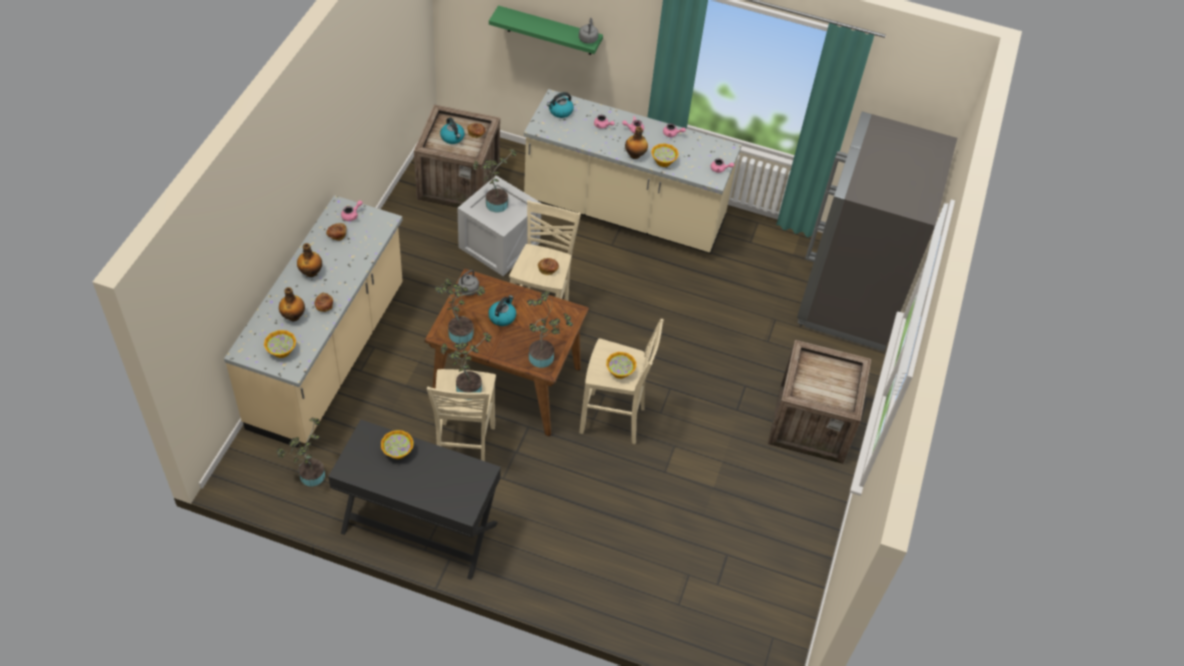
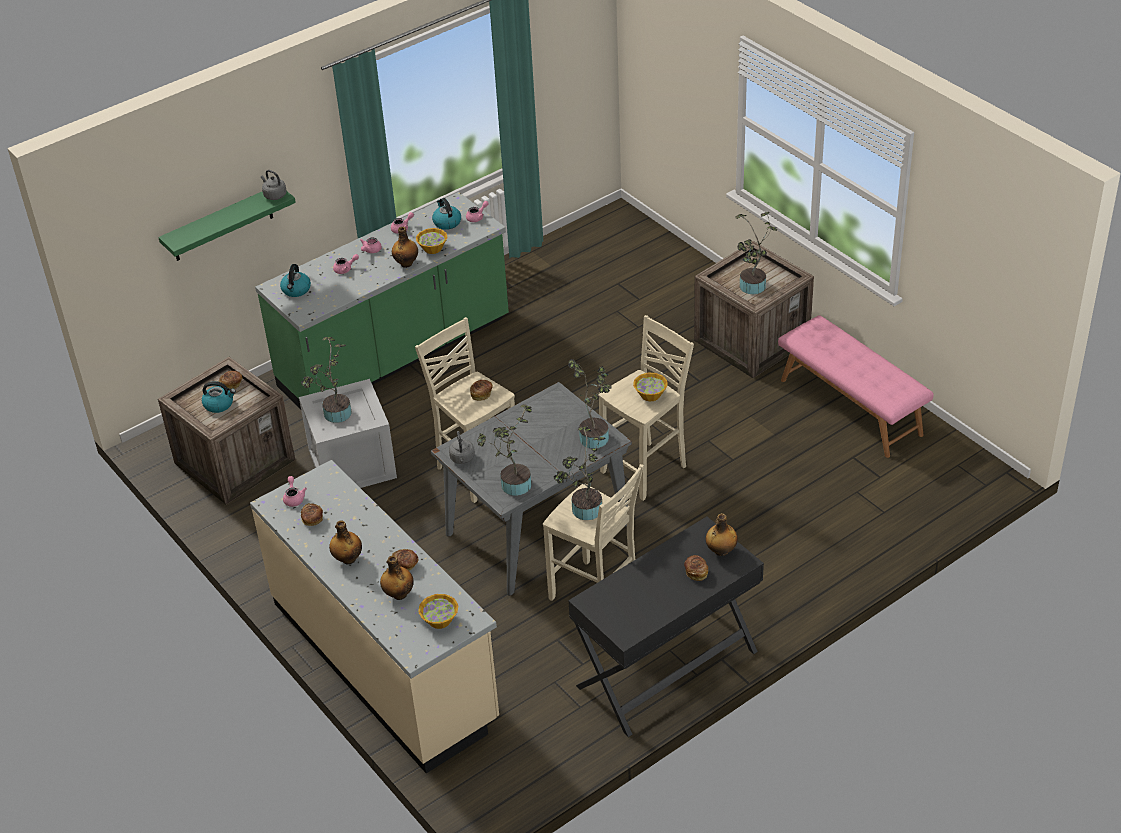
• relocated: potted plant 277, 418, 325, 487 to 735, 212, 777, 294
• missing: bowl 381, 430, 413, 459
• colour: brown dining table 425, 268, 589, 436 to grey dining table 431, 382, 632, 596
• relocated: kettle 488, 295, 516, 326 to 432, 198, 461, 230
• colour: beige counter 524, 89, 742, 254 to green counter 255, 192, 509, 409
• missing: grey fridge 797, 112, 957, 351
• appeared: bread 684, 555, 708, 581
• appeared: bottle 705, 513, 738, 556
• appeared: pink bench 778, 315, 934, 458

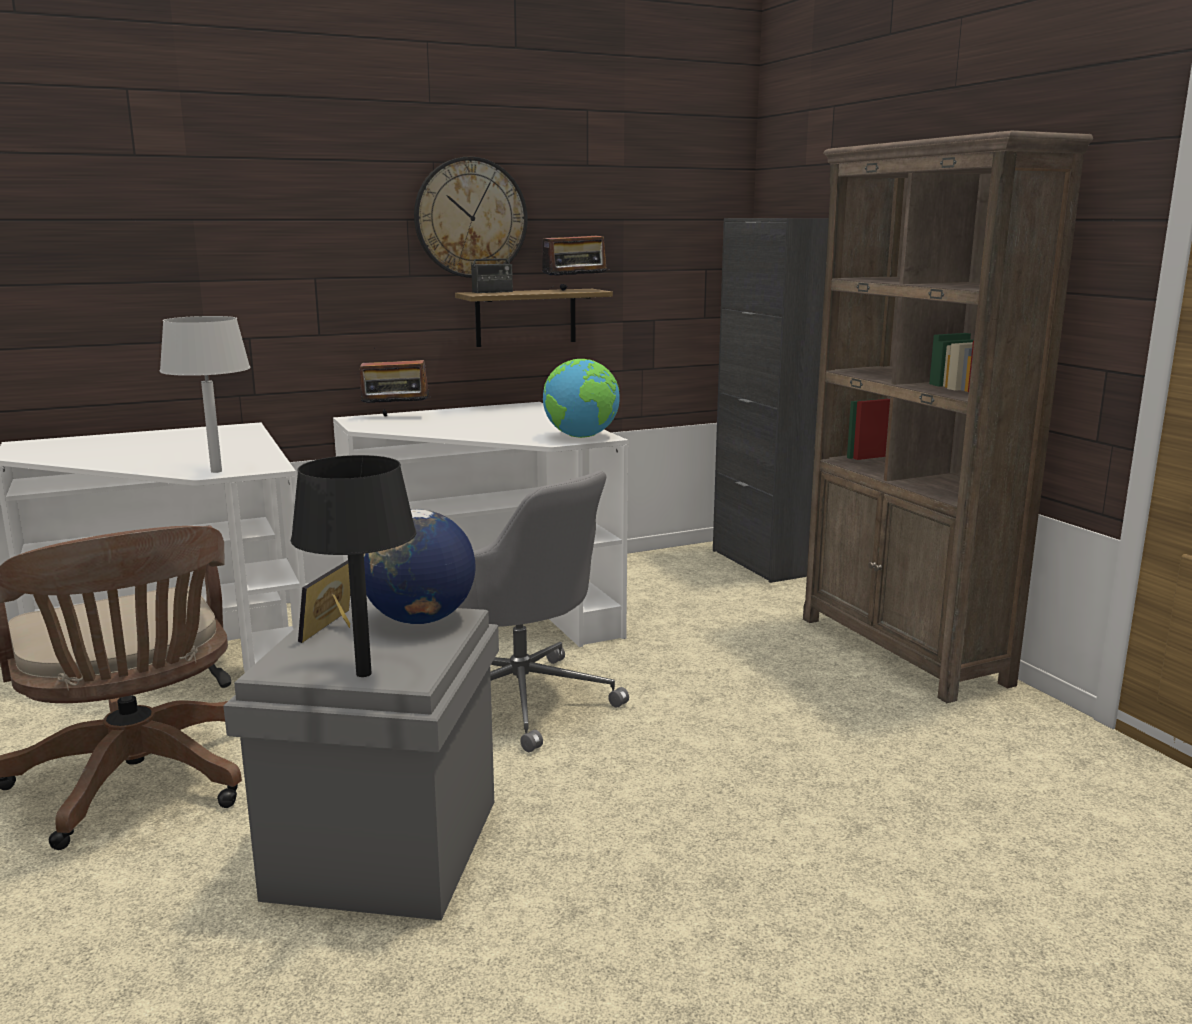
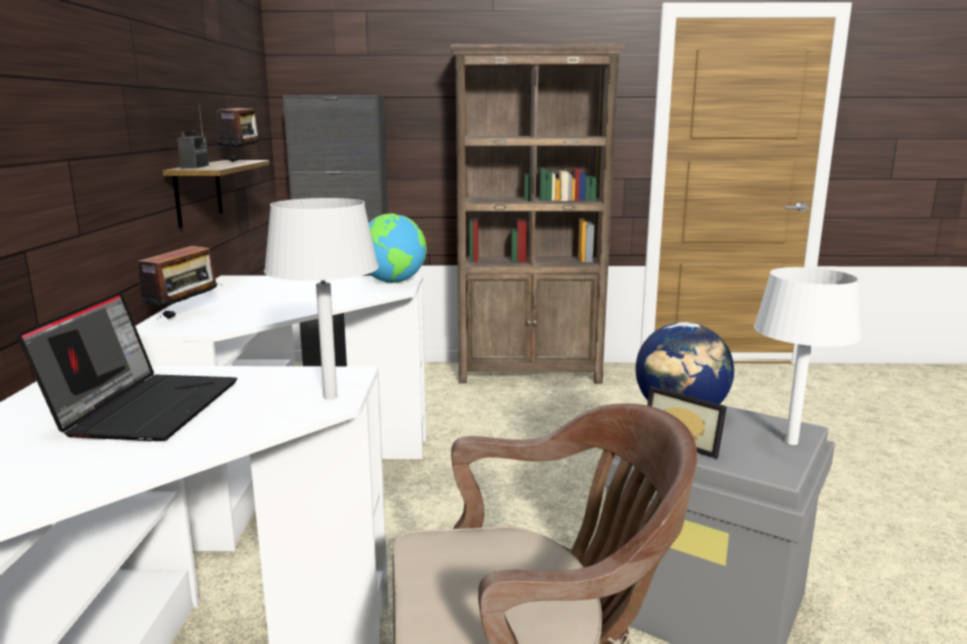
• colour: black table lamp 291, 455, 416, 677 to white table lamp 754, 267, 861, 445
• missing: wall clock 414, 157, 528, 278
• missing: grey office chair 458, 471, 629, 752
• appeared: laptop 17, 292, 237, 441

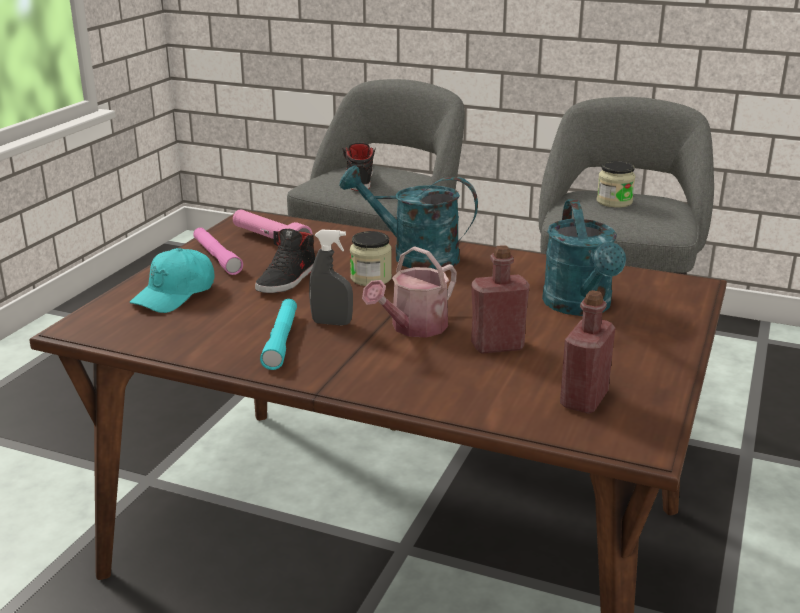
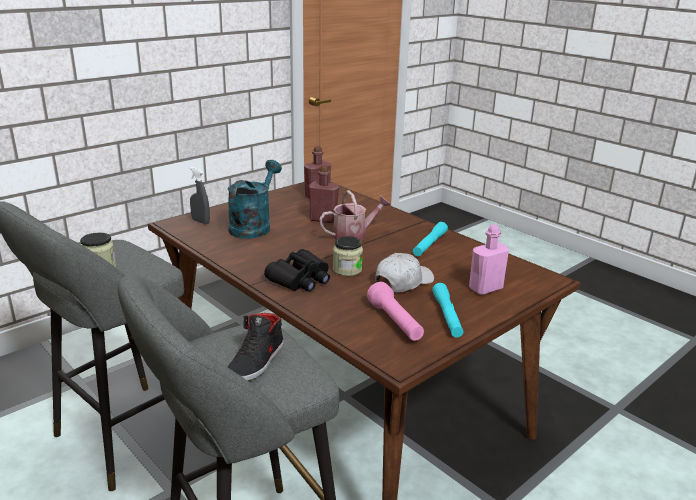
• exchanged: turquoise cap 130, 248, 214, 313 to pink bottle 469, 225, 509, 295
• colour: pink flashlight 193, 227, 243, 275 to turquoise flashlight 432, 283, 464, 337
• exchanged: black shoe 255, 229, 315, 293 to white cap 375, 253, 434, 293
• relocated: grey spray bottle 309, 230, 353, 326 to 190, 167, 210, 225
• exchanged: turquoise watering can 339, 165, 478, 270 to black binoculars 264, 249, 330, 292

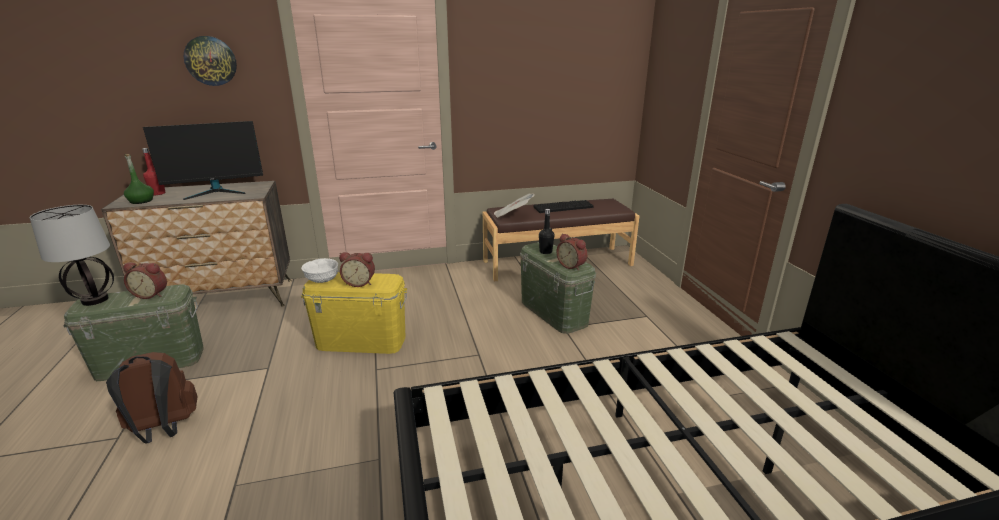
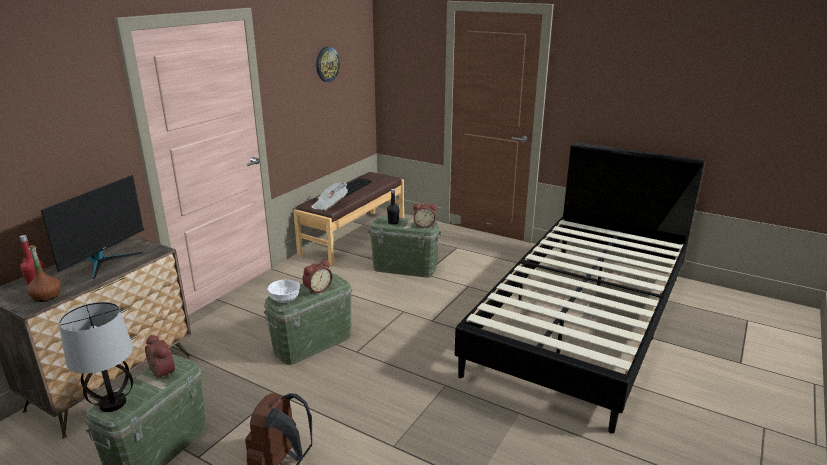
• spun: alarm clock 123, 262, 167, 299 = 145, 334, 175, 379 90 degrees counterclockwise
• colour: green bottle 124, 154, 154, 204 to brown bottle 26, 245, 61, 302
• relocated: wall clock 184, 36, 237, 86 to 316, 47, 340, 82
• colour: yellow storage box 301, 272, 407, 354 to green storage box 263, 274, 352, 365

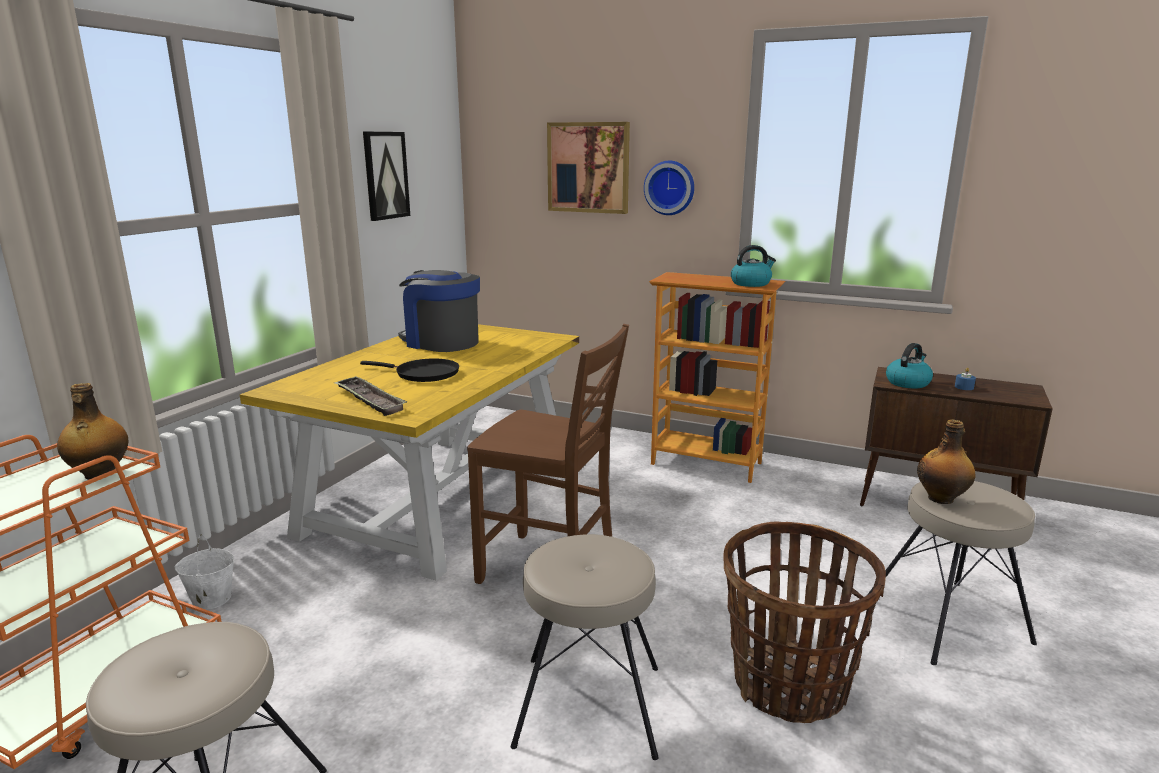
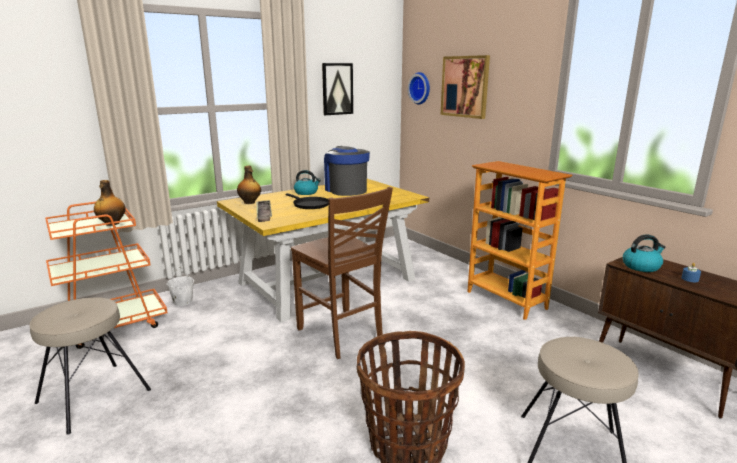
• missing: beige stool 511, 534, 658, 760
• relocated: wall clock 644, 161, 694, 215 to 408, 72, 430, 105
• relocated: kettle 731, 245, 776, 287 to 294, 170, 321, 195
• relocated: bottle 917, 420, 976, 504 to 237, 166, 261, 204

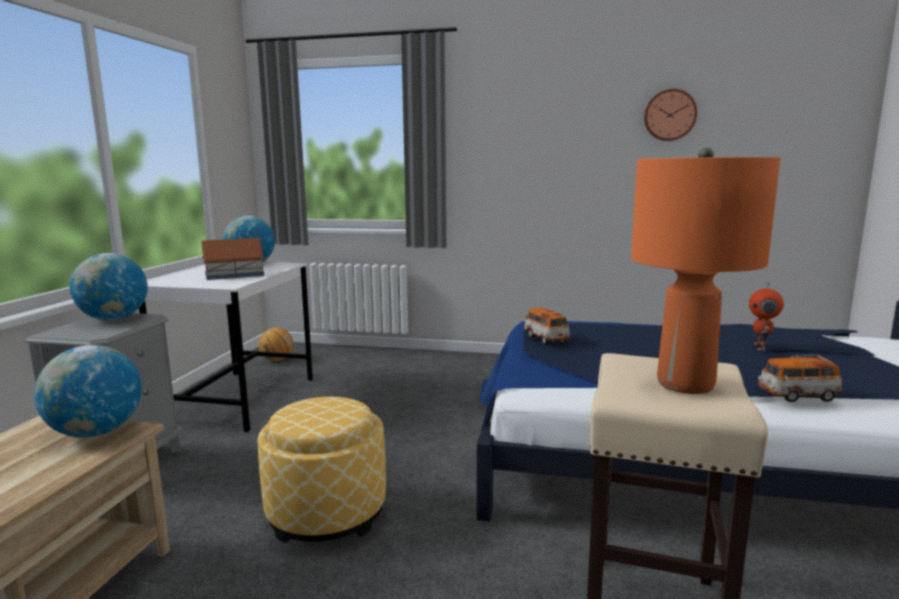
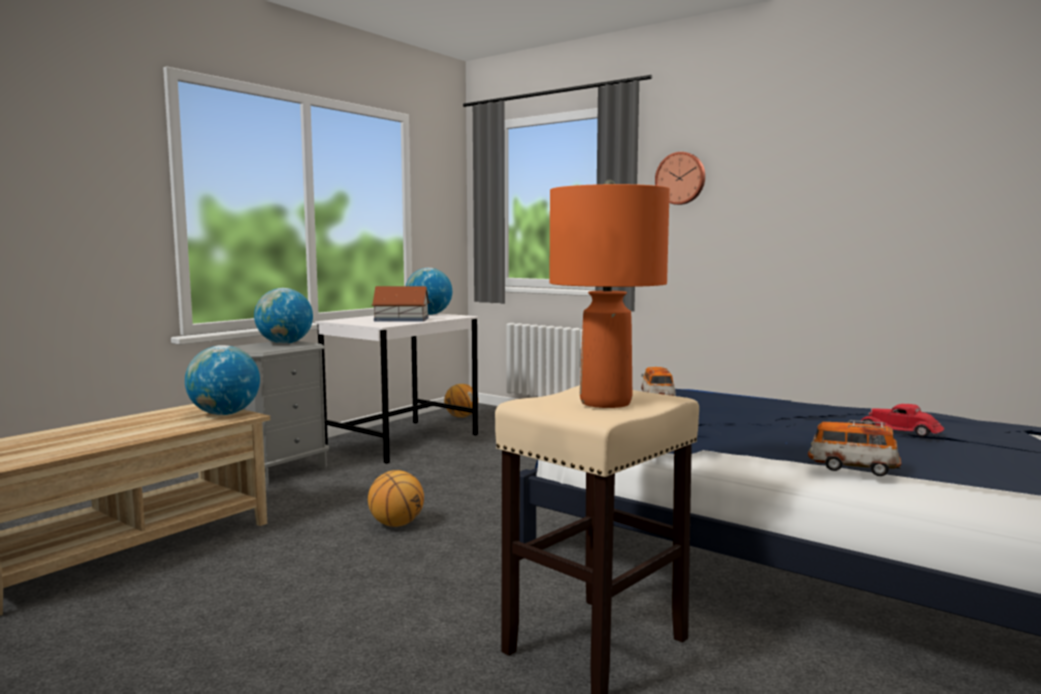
• exchanged: ottoman 257, 397, 386, 543 to basketball 368, 470, 424, 527
• relocated: wall clock 644, 89, 697, 141 to 655, 152, 705, 205
• exchanged: toy robot 749, 281, 784, 351 to red toy car 861, 404, 945, 437

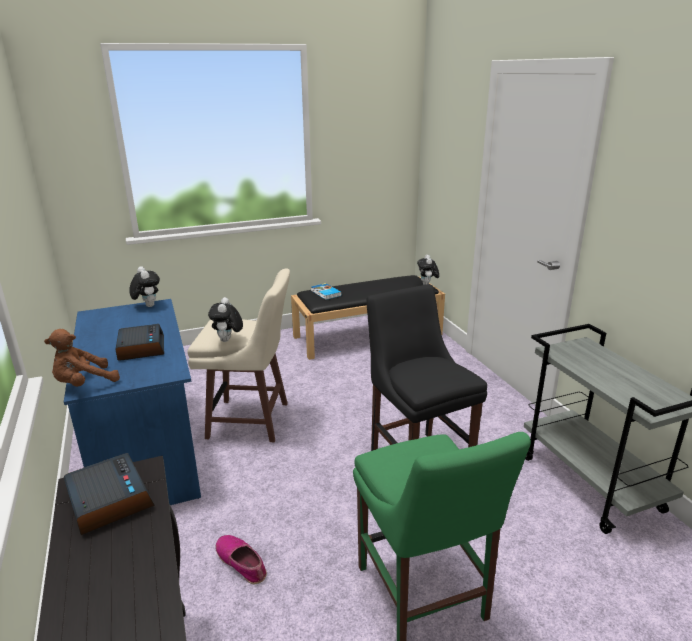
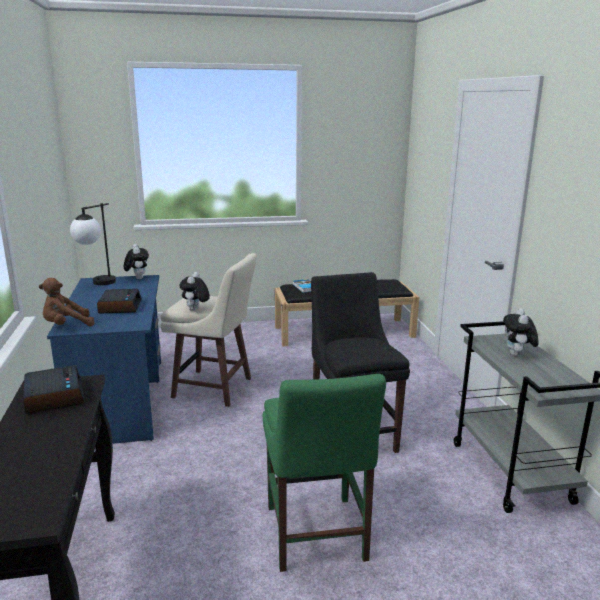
• missing: shoe 216, 535, 267, 585
• relocated: plush toy 417, 255, 439, 285 to 503, 308, 539, 356
• appeared: table lamp 70, 203, 116, 285

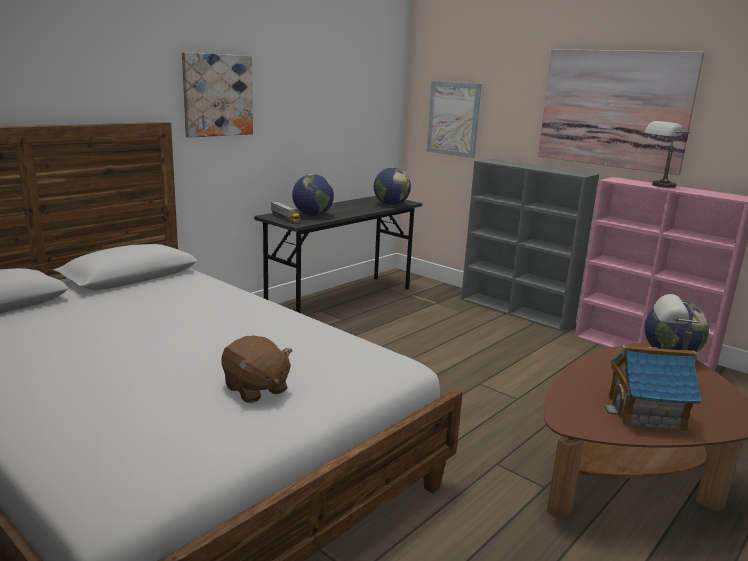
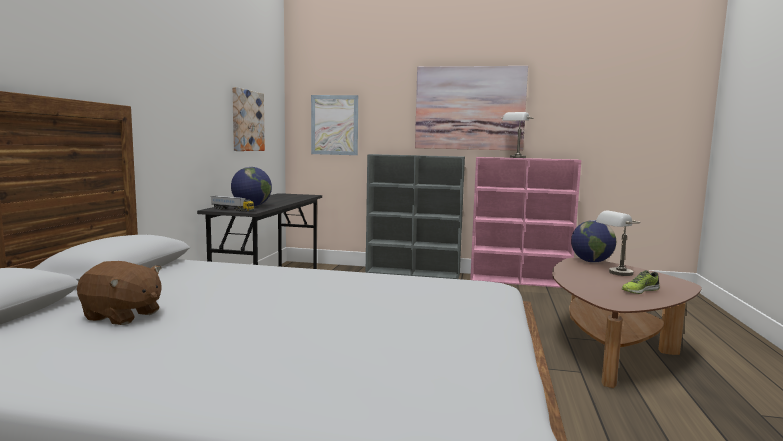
• relocated: picture 182, 52, 253, 137 to 232, 87, 265, 151
• relocated: brown plush toy 221, 335, 293, 403 to 77, 261, 162, 325
• missing: globe 374, 167, 411, 205
• exchanged: toy house 605, 345, 701, 433 to shoe 622, 270, 660, 294

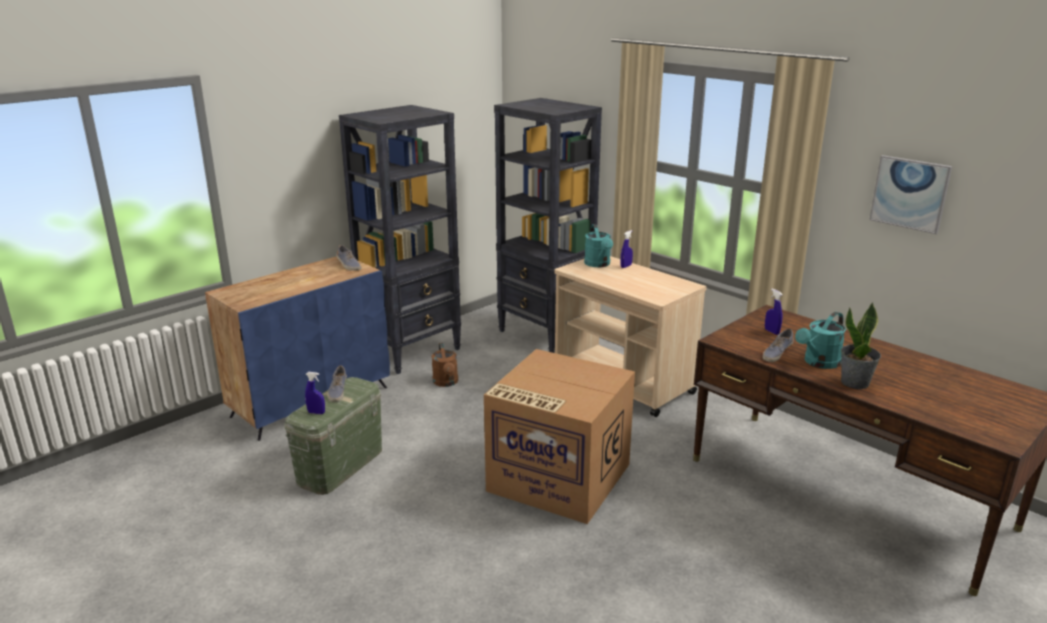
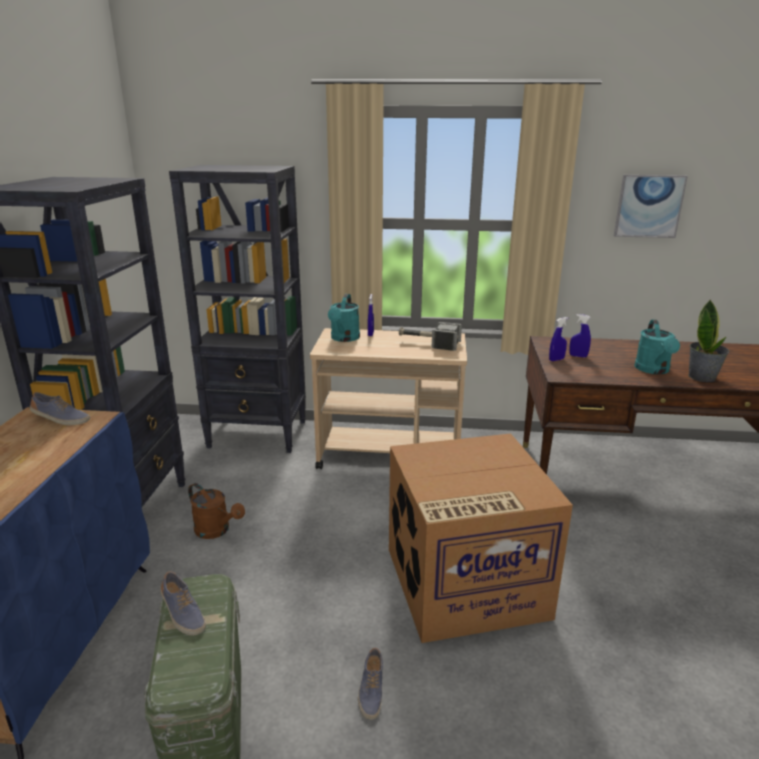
• relocated: blue spray bottle 305, 372, 325, 414 to 549, 317, 568, 361
• spun: turquoise watering can 584, 224, 613, 267 = 328, 294, 360, 342 60 degrees clockwise
• relocated: shoe 763, 329, 794, 362 to 358, 648, 383, 720
• appeared: hammer 399, 322, 462, 351

